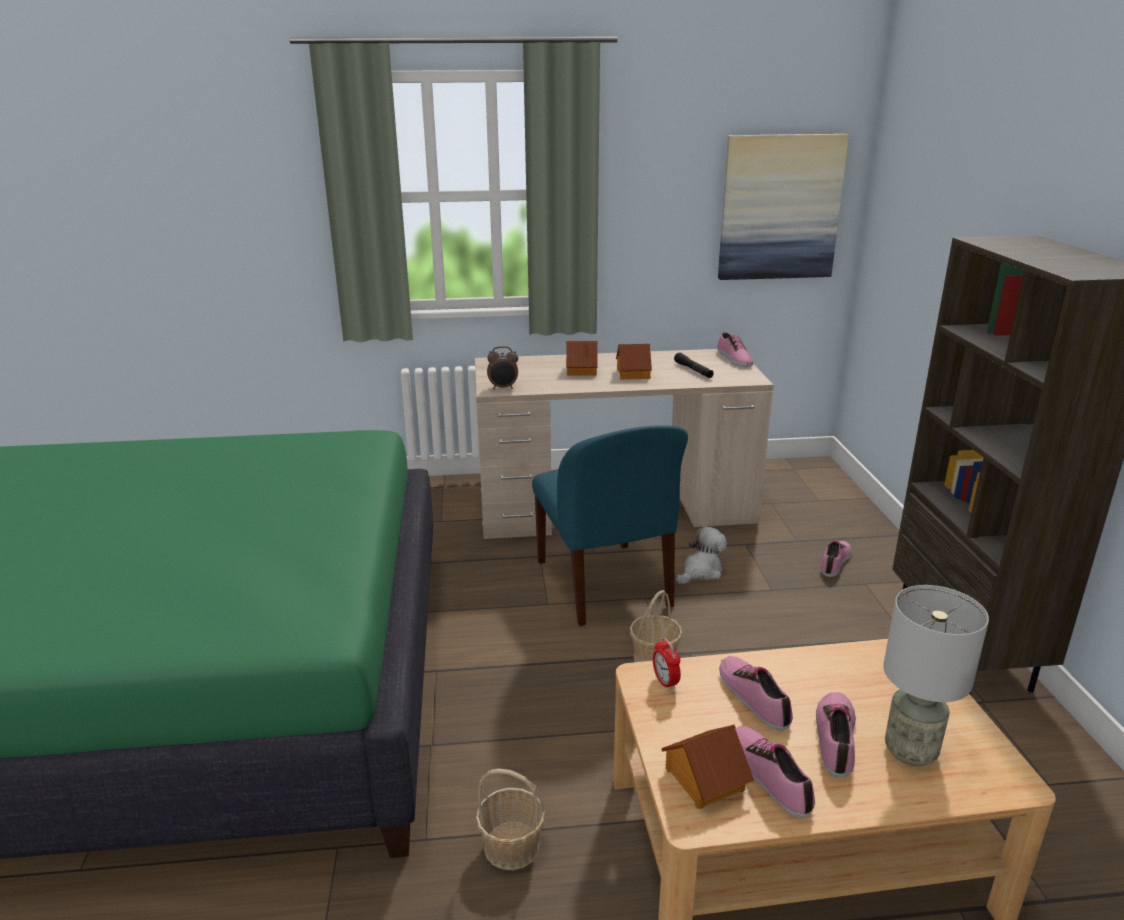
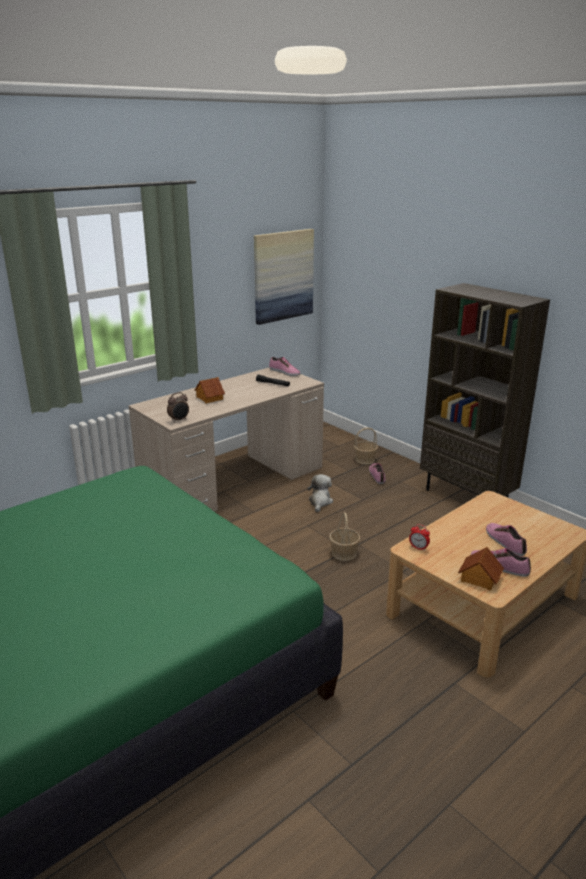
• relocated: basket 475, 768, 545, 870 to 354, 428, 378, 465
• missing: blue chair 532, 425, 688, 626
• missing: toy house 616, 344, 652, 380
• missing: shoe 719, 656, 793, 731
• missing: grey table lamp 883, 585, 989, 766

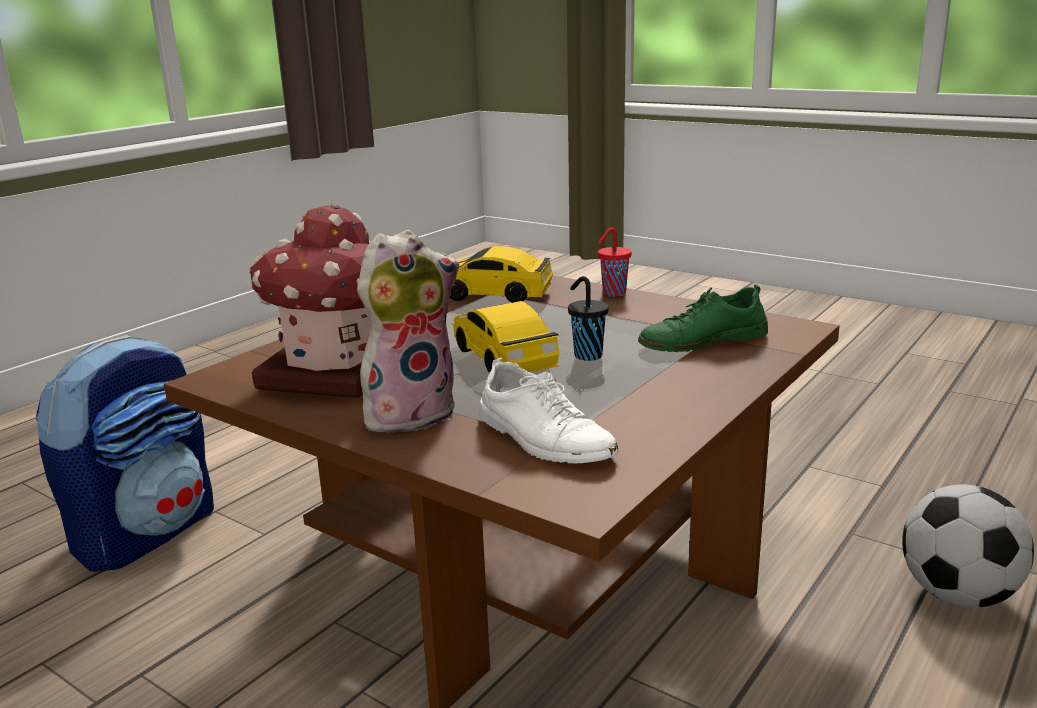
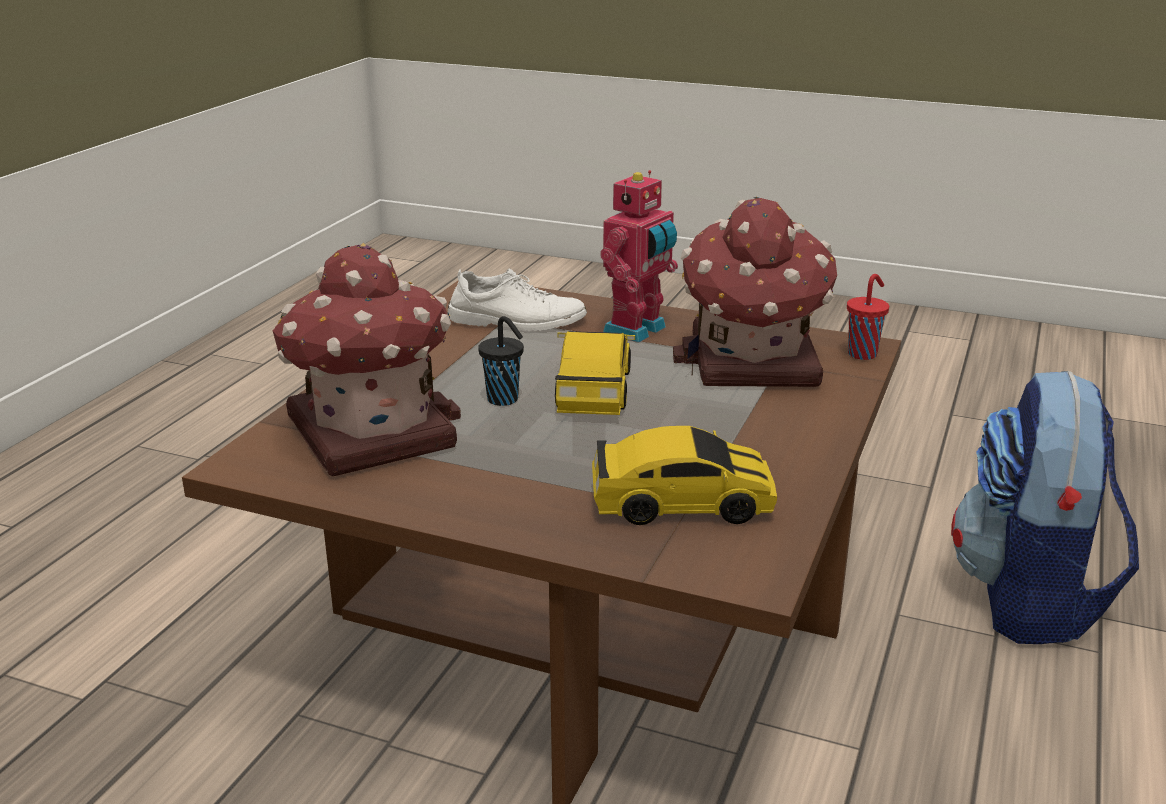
• exchanged: plush toy 357, 230, 459, 433 to toy robot 601, 170, 678, 343
• spun: toy car 453, 301, 559, 373 = 555, 331, 635, 415 135 degrees counterclockwise
• spun: white shoe 479, 357, 619, 463 = 447, 268, 587, 331 150 degrees clockwise
• relocated: red cup 598, 228, 632, 297 to 847, 274, 889, 360
• exchanged: green shoe 638, 284, 768, 352 to toy house 273, 243, 461, 476
• missing: football 902, 484, 1034, 608

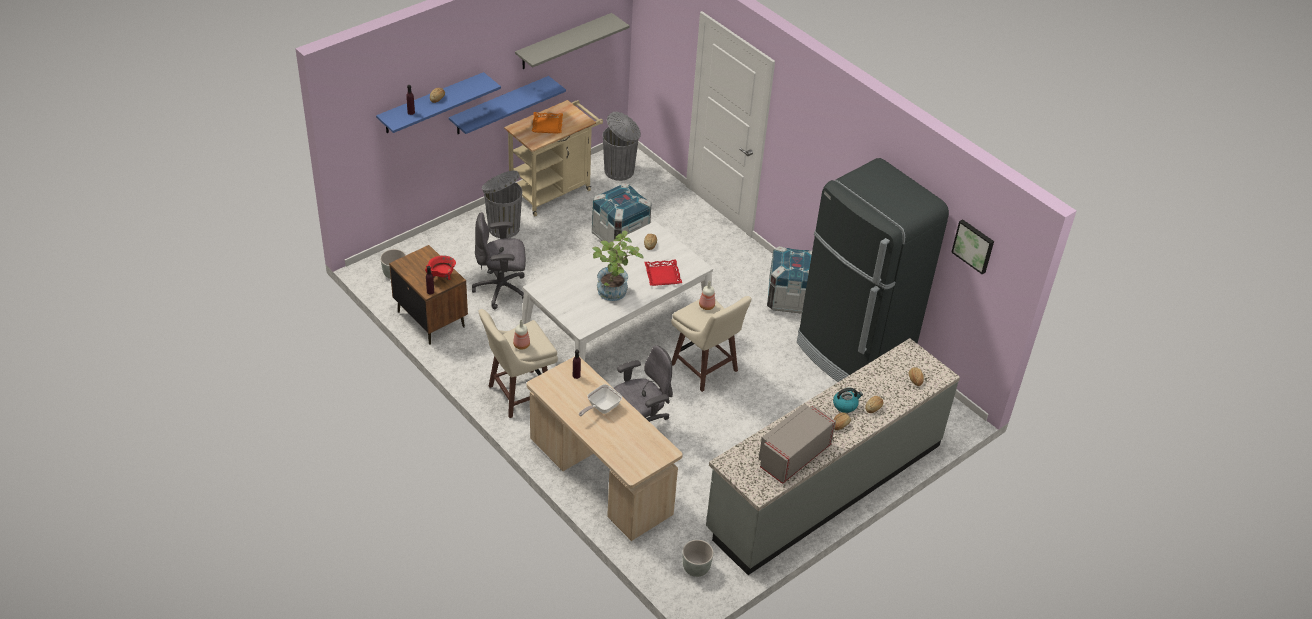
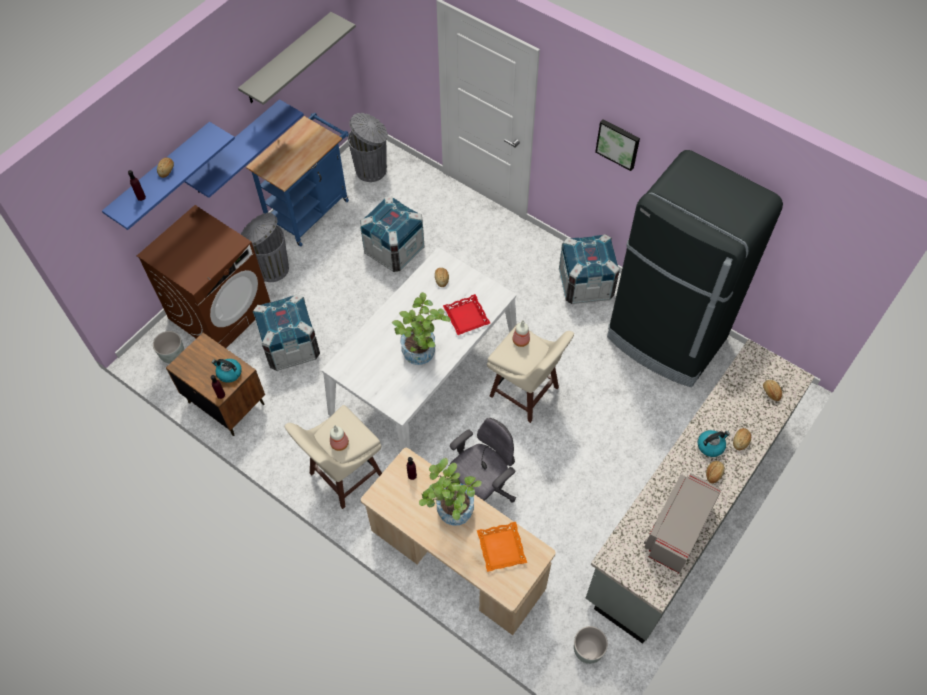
• exchanged: red cooking pot 425, 255, 456, 280 to kettle 212, 359, 242, 383
• exchanged: grey office chair 472, 212, 526, 309 to crate 253, 294, 320, 371
• colour: beige cart 504, 100, 603, 216 to blue cart 246, 113, 349, 247
• relocated: orange tray 532, 112, 563, 134 to 477, 522, 527, 572
• exchanged: frying pan 579, 384, 622, 416 to potted plant 419, 458, 482, 526
• relocated: picture 951, 219, 994, 274 to 595, 119, 640, 171
• appeared: brown washing machine 137, 205, 271, 348

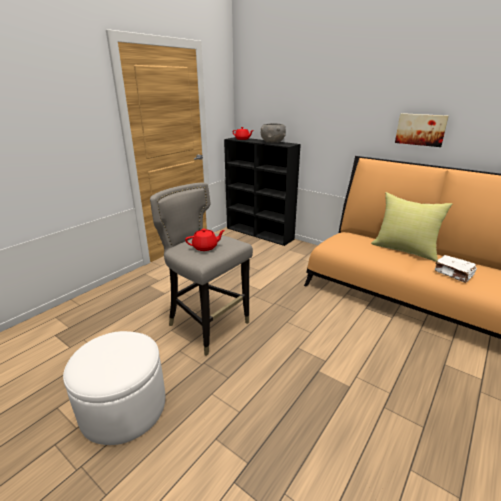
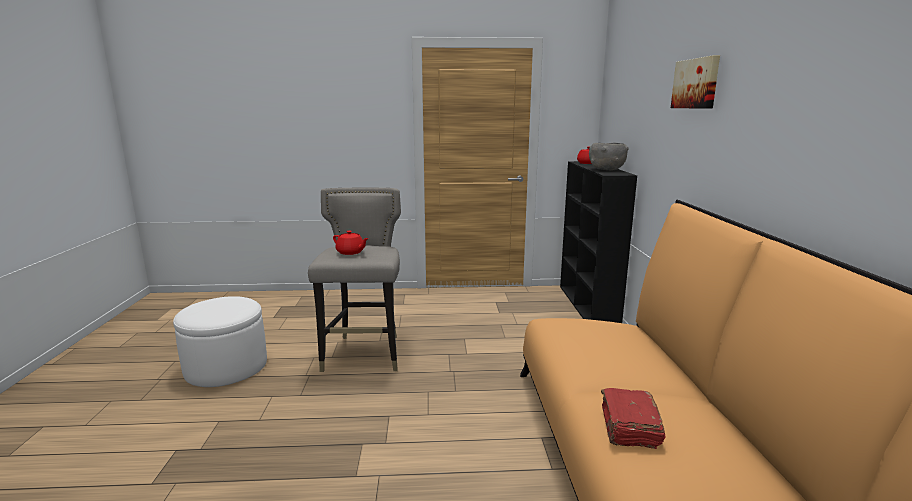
• missing: yellow pillow 371, 192, 452, 262
• relocated: picture 395, 113, 449, 147 to 671, 55, 720, 109
• colour: white book 435, 255, 477, 283 to red book 601, 388, 665, 449

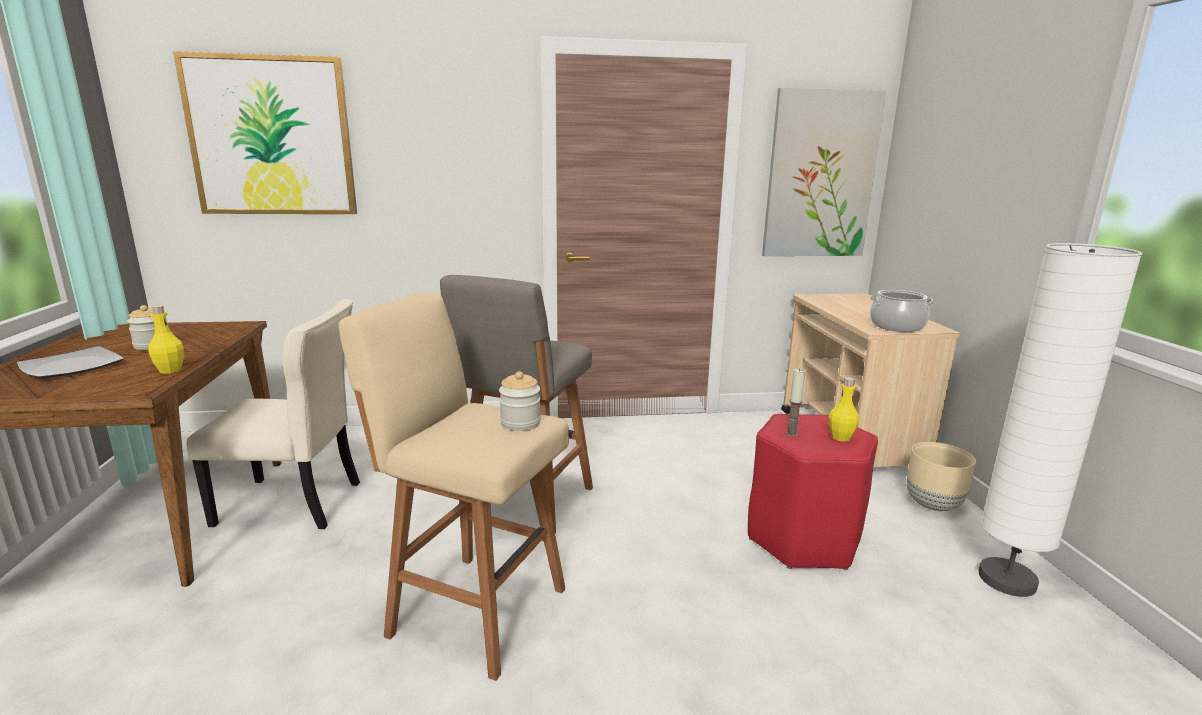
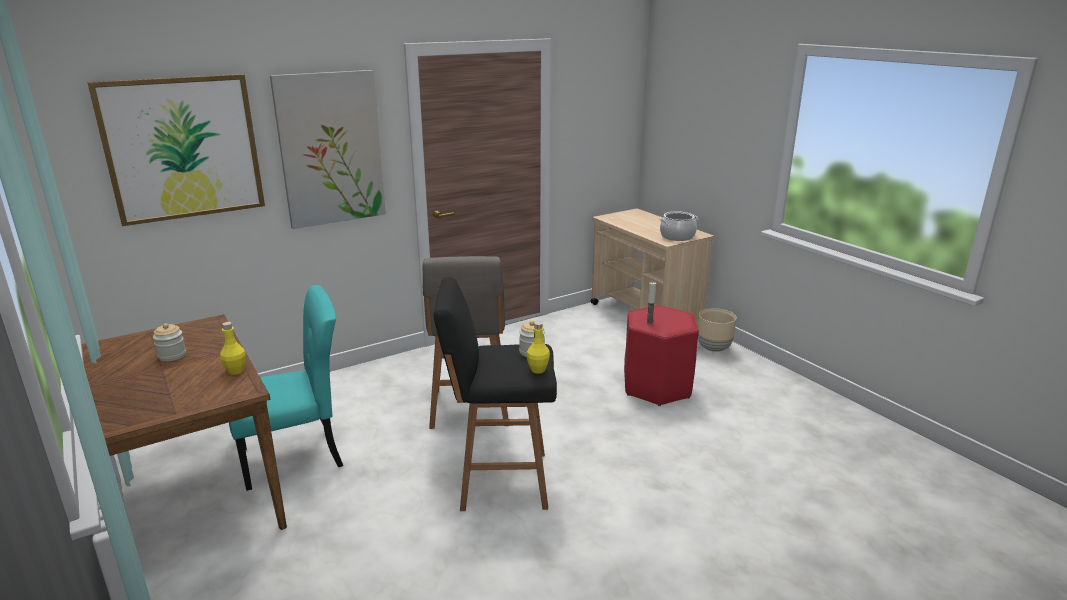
• missing: plate 17, 346, 124, 378
• colour: beige chair 187, 299, 360, 529 to turquoise chair 229, 285, 343, 491
• colour: beige stool 339, 292, 569, 681 to black stool 434, 277, 557, 511
• relocated: picture 762, 87, 886, 256 to 270, 70, 386, 229
• relocated: yellow bottle 828, 377, 859, 442 to 526, 321, 550, 374
• missing: white floor lamp 979, 243, 1143, 597

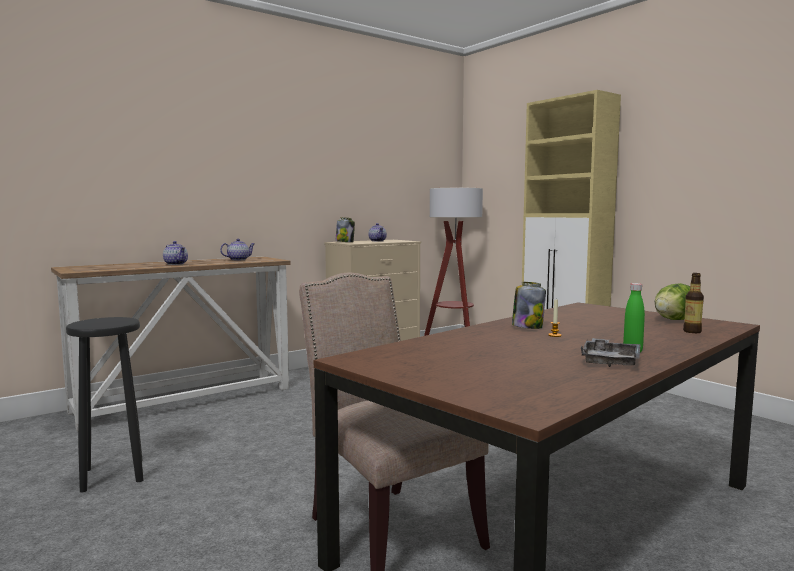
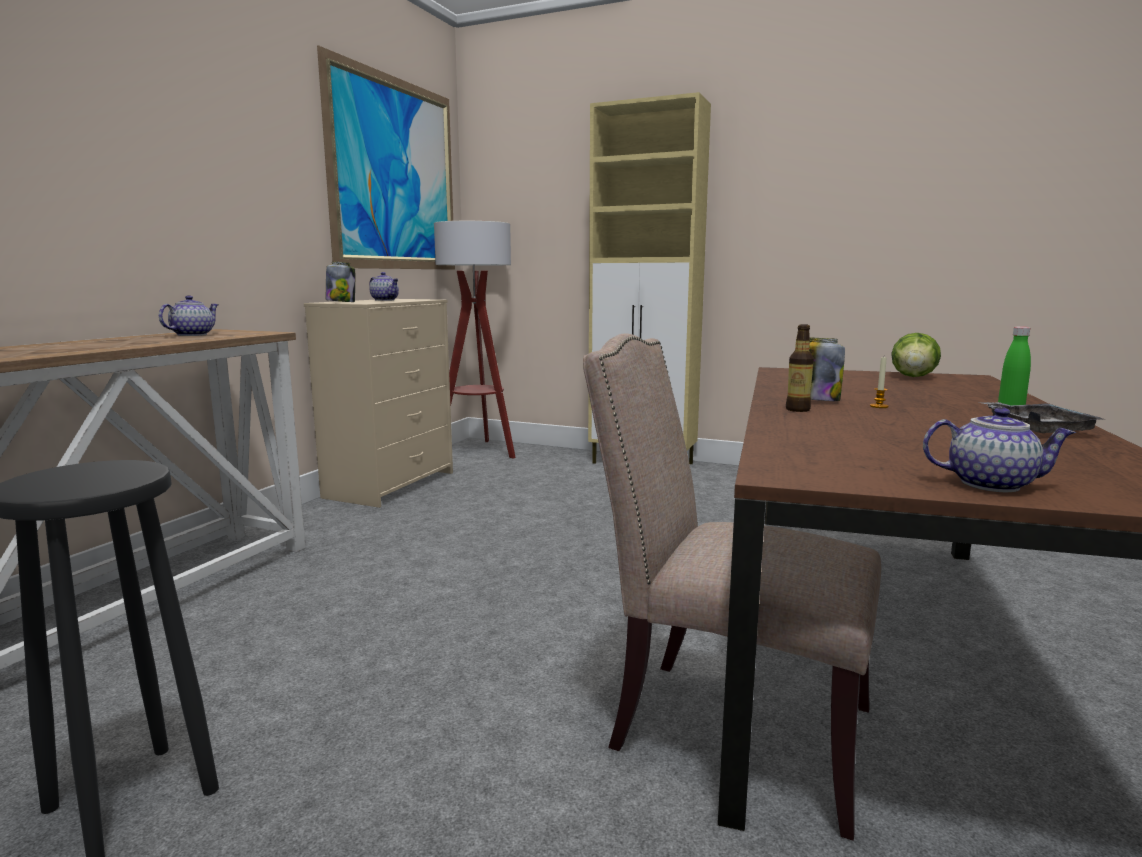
• relocated: teapot 163, 241, 188, 265 to 923, 407, 1076, 492
• relocated: bottle 683, 273, 704, 333 to 786, 324, 814, 412
• appeared: picture 317, 45, 455, 270

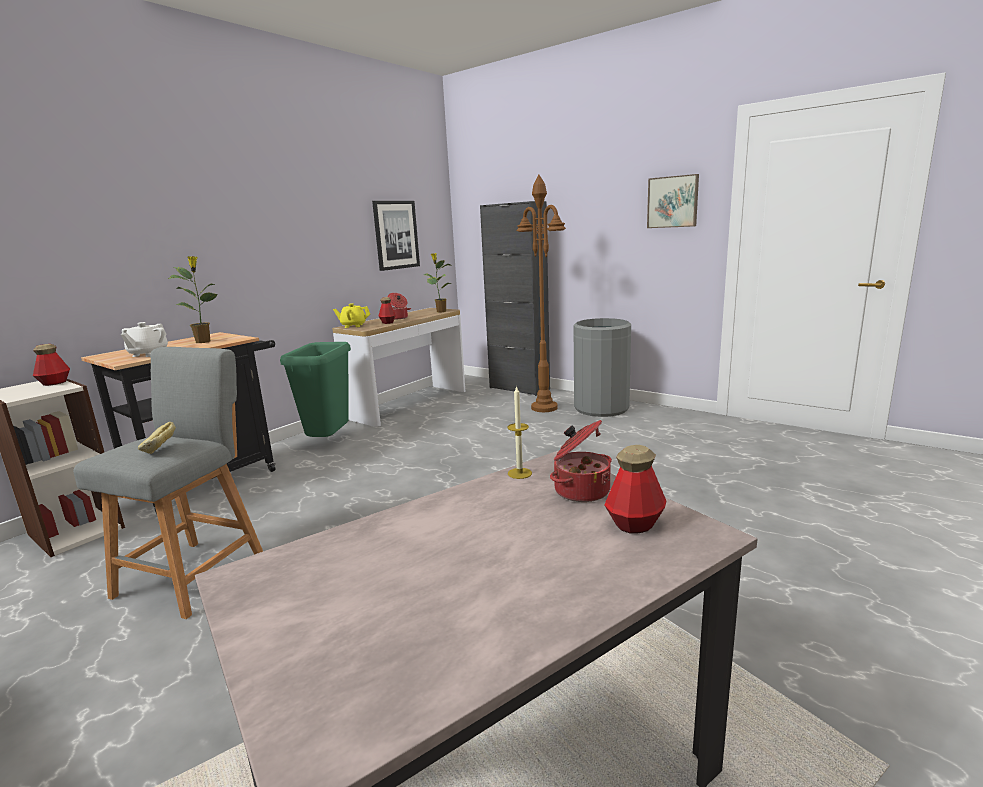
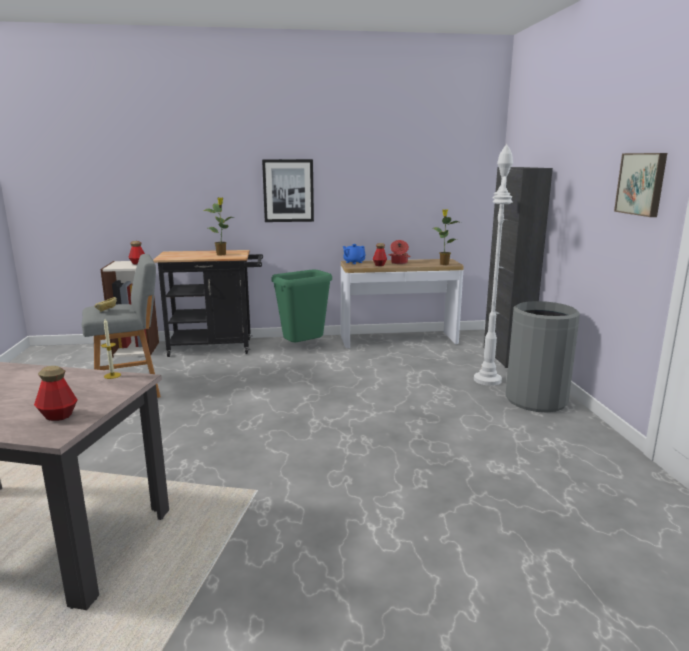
• missing: white teapot 121, 322, 168, 357
• colour: yellow teapot 333, 303, 370, 328 to blue teapot 343, 244, 366, 264
• relocated: picture 372, 201, 420, 271 to 262, 159, 314, 222
• colour: brown floor lamp 517, 175, 566, 412 to white floor lamp 474, 144, 513, 386
• missing: cooking pot 550, 420, 612, 502

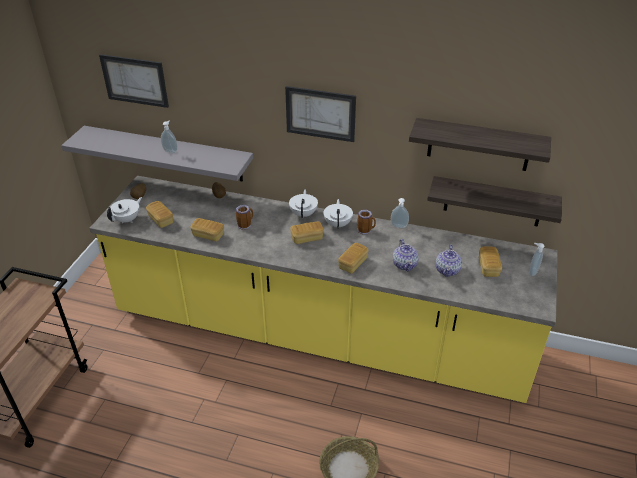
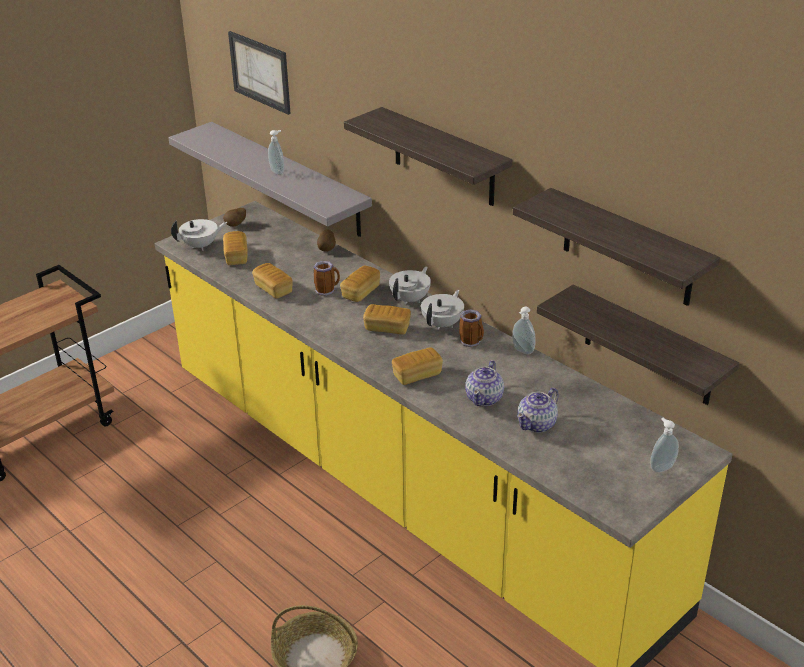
• exchanged: picture 285, 86, 356, 142 to shelf 344, 107, 512, 206
• relocated: bread 479, 246, 502, 277 to 340, 266, 380, 302

